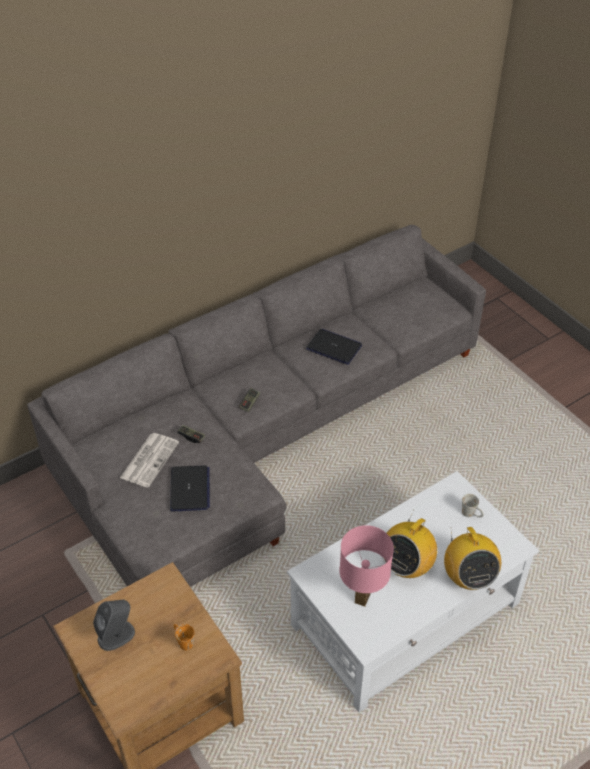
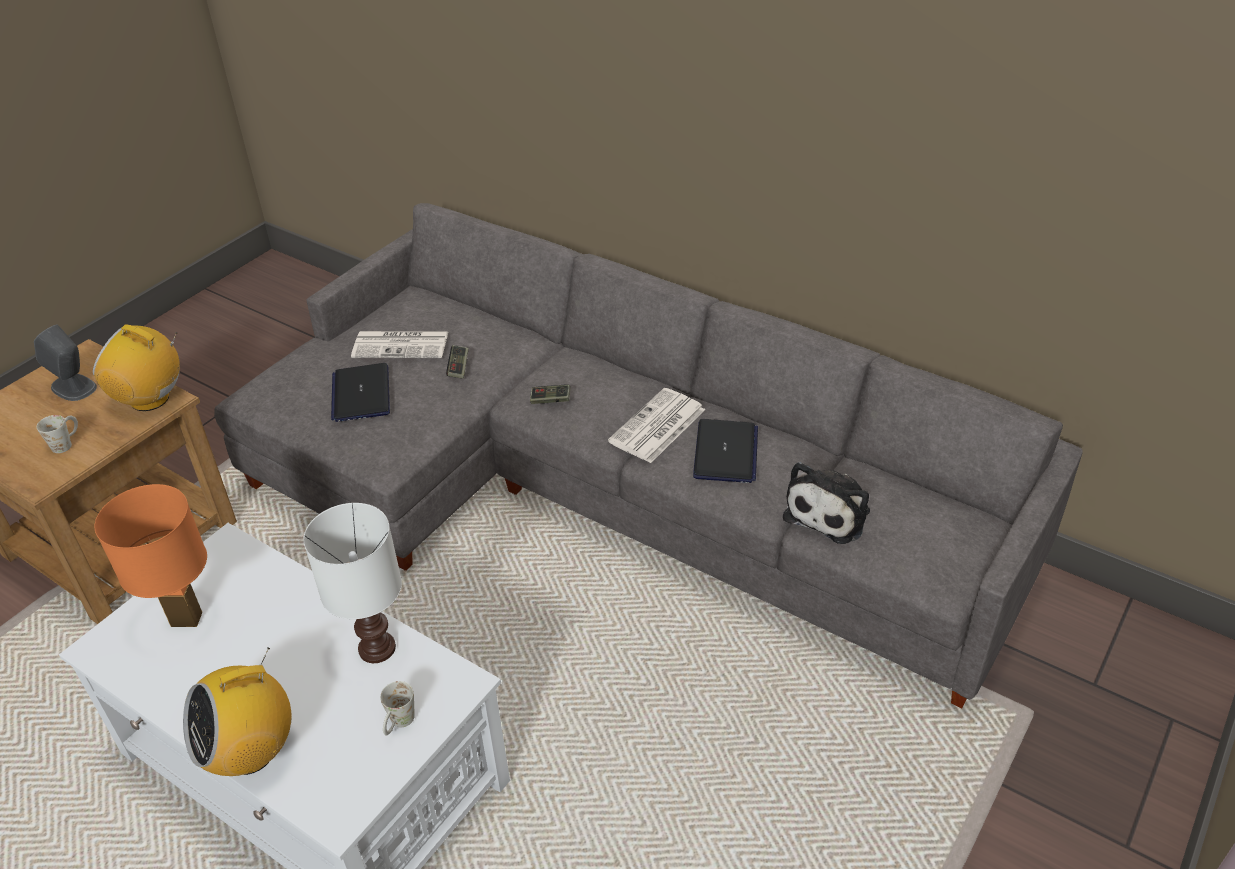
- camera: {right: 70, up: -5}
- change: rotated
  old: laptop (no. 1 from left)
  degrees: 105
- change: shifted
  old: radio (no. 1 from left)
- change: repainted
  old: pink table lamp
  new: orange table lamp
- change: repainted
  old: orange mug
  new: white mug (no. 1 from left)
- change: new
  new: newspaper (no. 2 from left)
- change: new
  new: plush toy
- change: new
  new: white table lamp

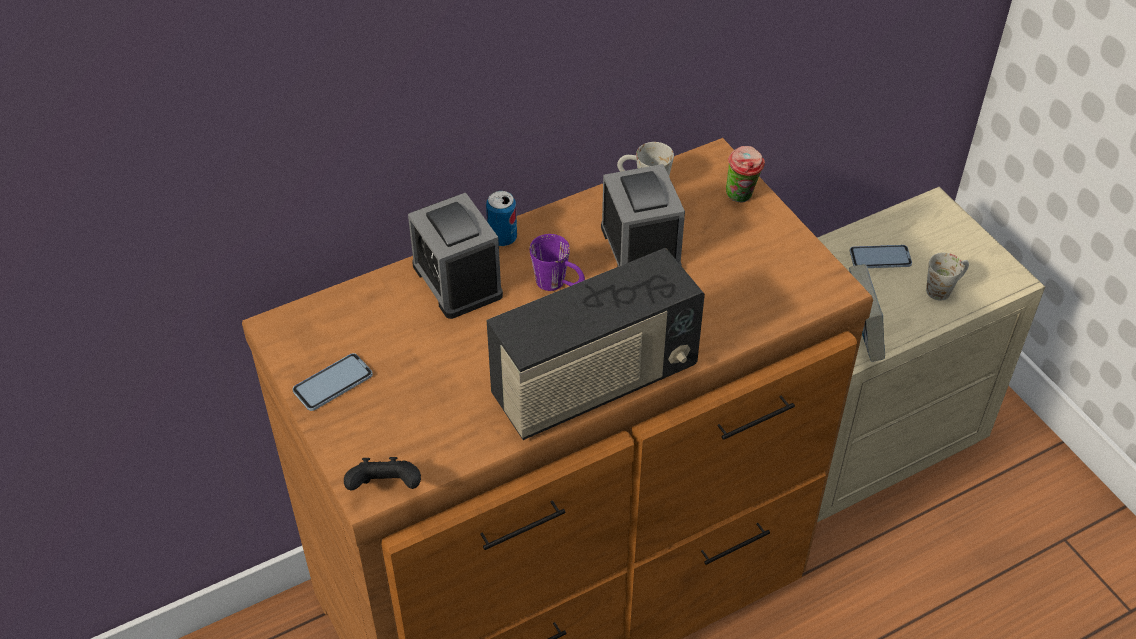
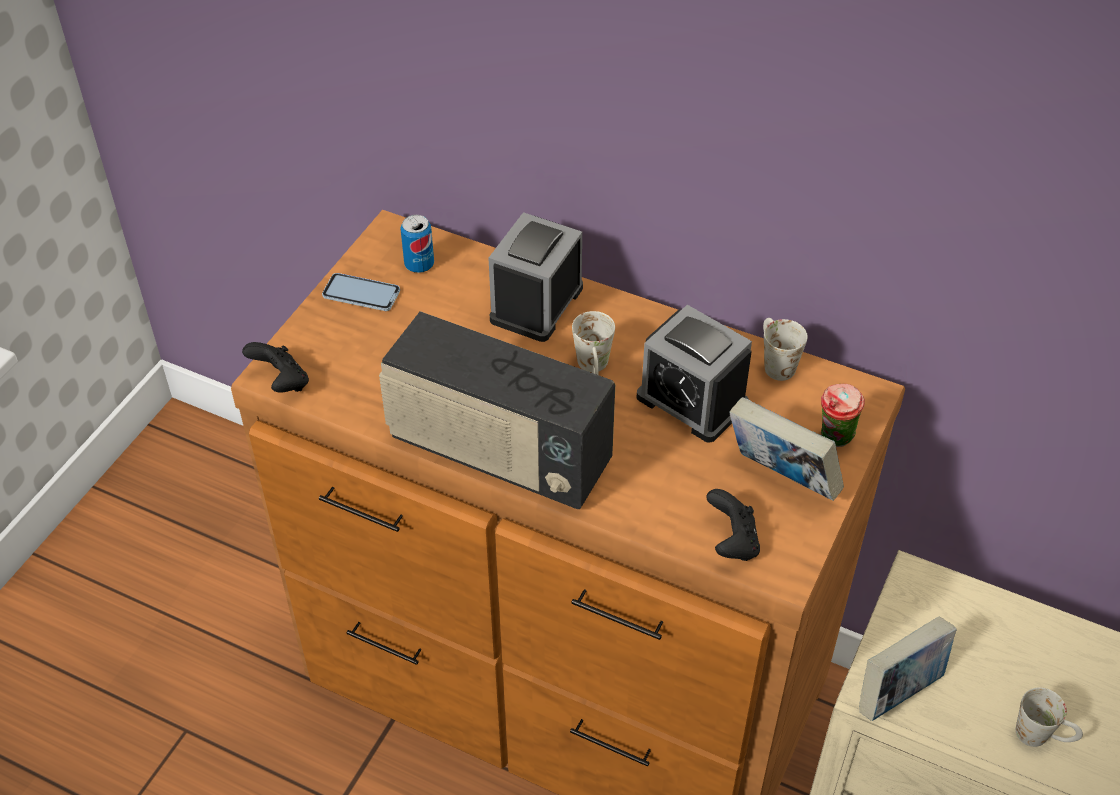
- camera: {right: 55, up: 0}
- change: rotated
  old: alarm clock (no. 2 from left)
  degrees: 90
- change: shifted
  old: can
- change: repainted
  old: purple mug
  new: white mug (no. 1 from left)
- change: gone
  old: phone (no. 2 from left)
- change: new
  new: book (no. 1 from left)
- change: new
  new: black game controller (no. 2 from left)

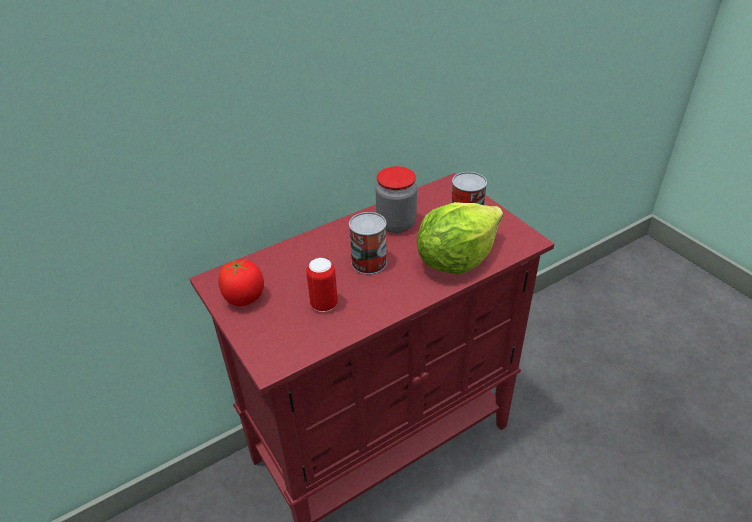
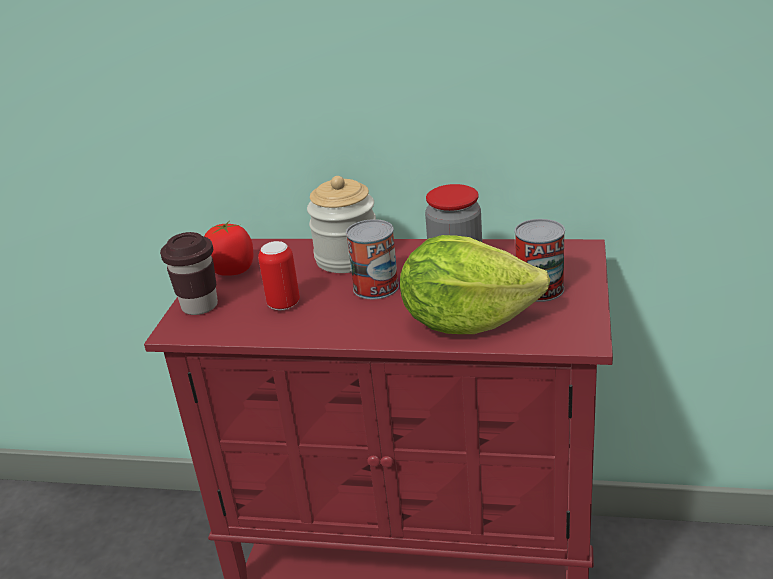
- camera: {right: 45, up: -10}
- change: new
  new: jar (no. 1 from left)
- change: new
  new: brown cup

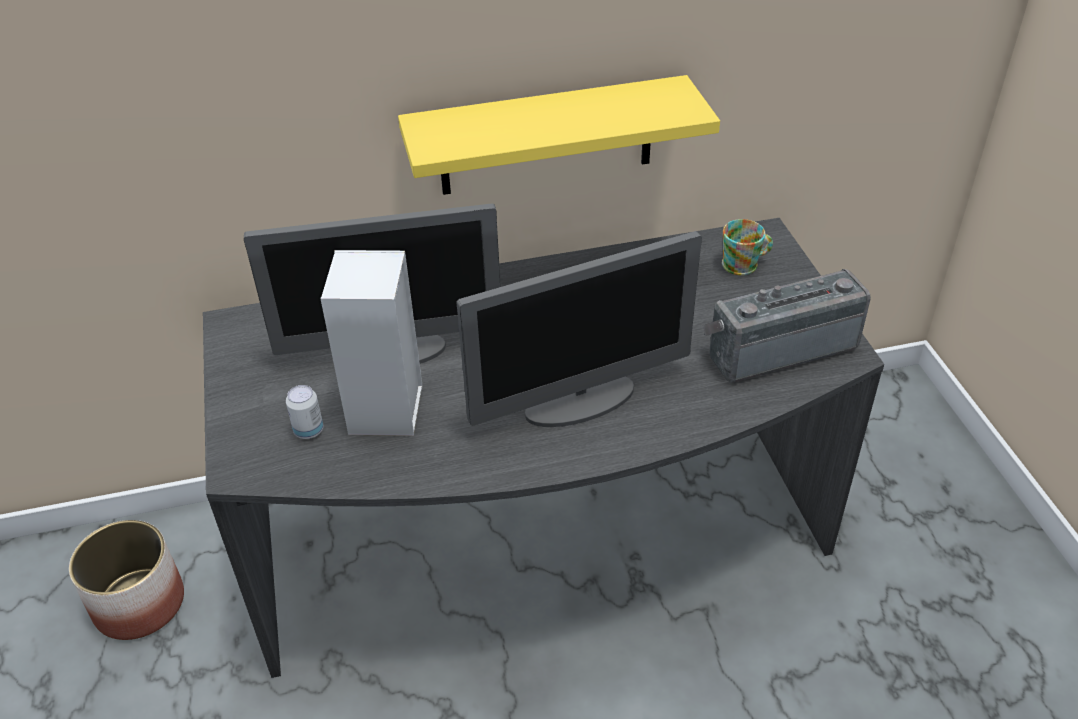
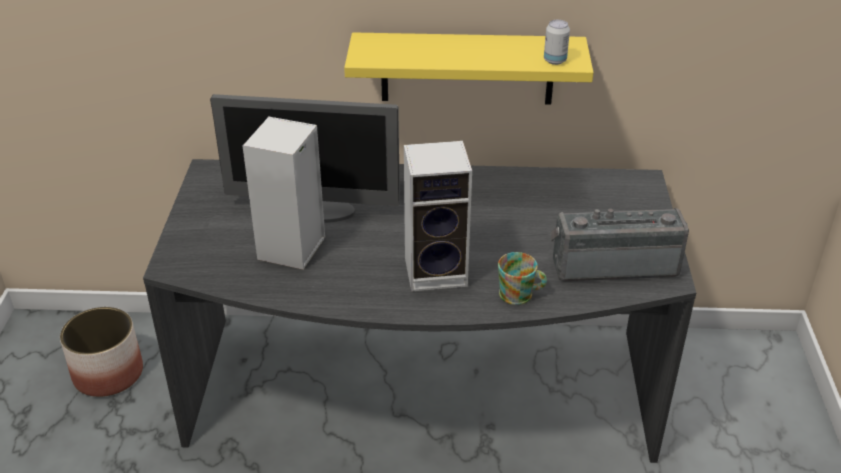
- camera: {right: 15, up: -5}
- change: shifted
  old: mug
- change: swapped
  old: monitor (no. 2 from left)
  new: speaker (no. 2 from left)
- change: shifted
  old: can

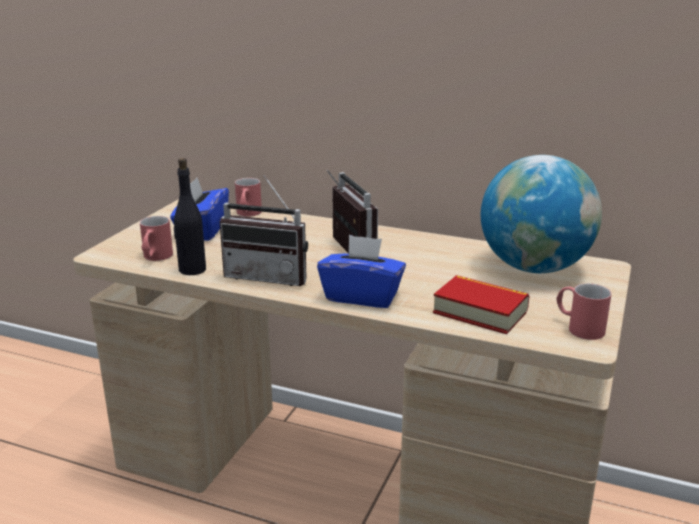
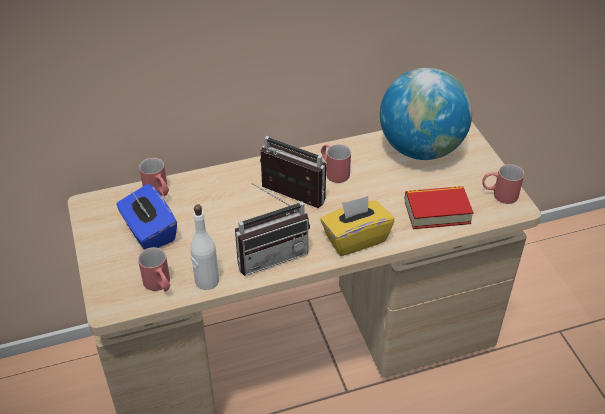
- camera: {right: -40, up: 20}
- change: repainted
  old: black bottle
  new: white bottle
- change: repainted
  old: blue tissue box (no. 2 from left)
  new: yellow tissue box
- change: new
  new: red mug (no. 3 from left)

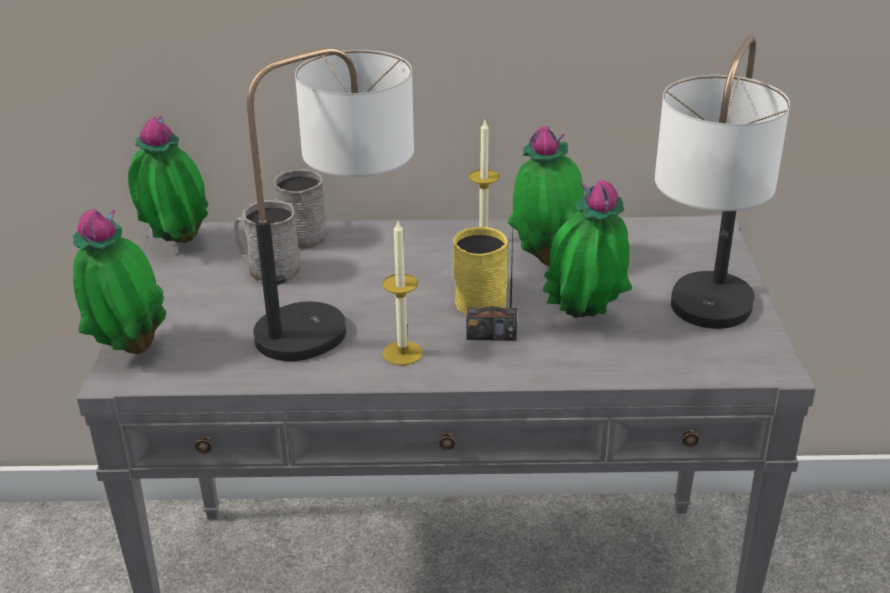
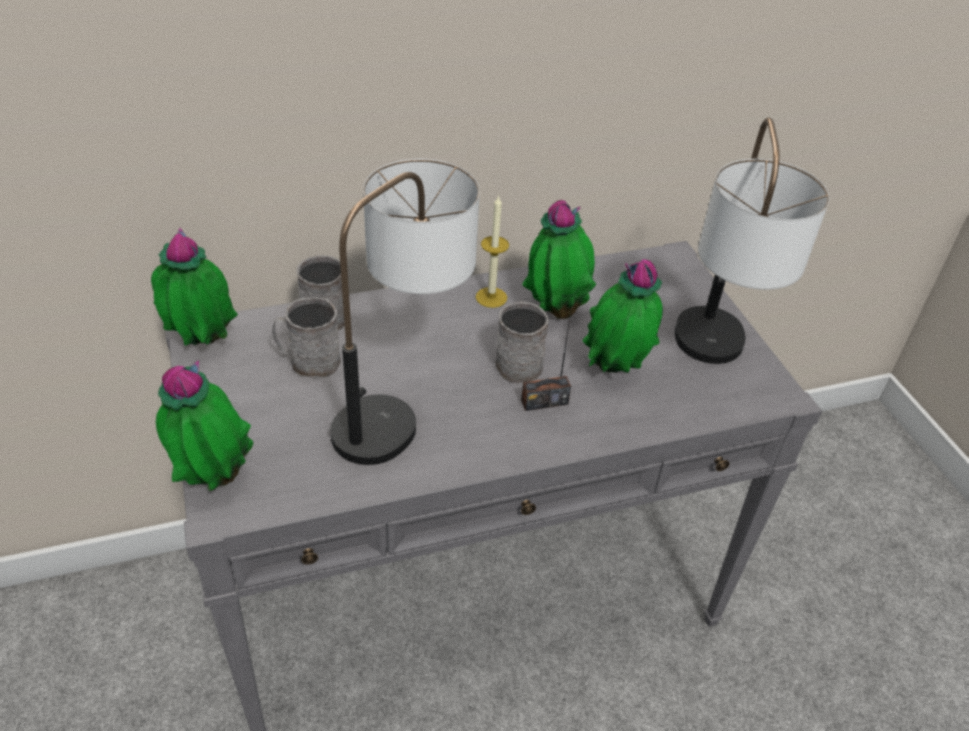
- camera: {right: -20, up: 10}
- change: gone
  old: candle (no. 1 from left)
- change: repainted
  old: yellow mug
  new: grey mug (no. 3 from left)

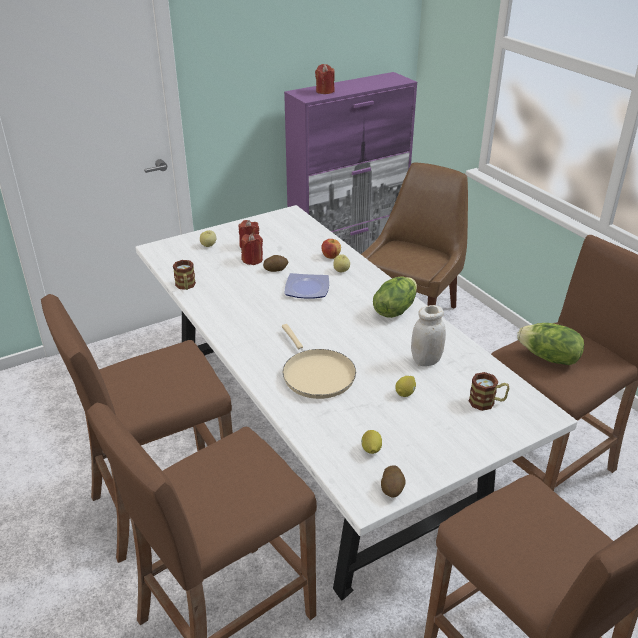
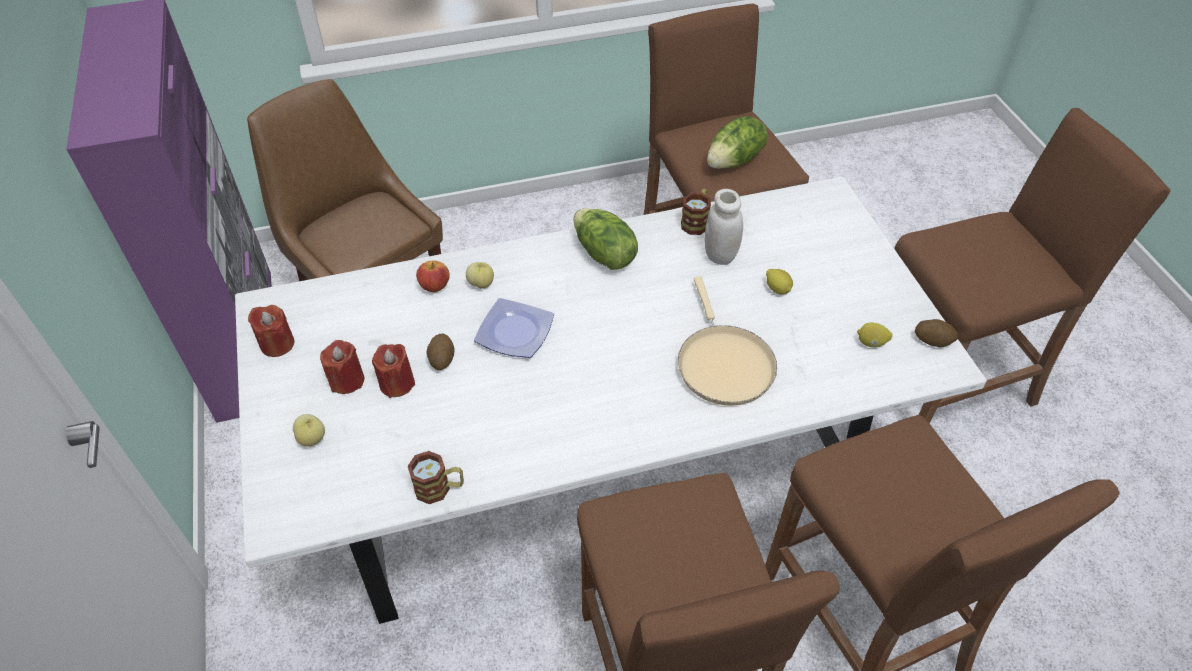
- camera: {right: -75, up: 15}
- change: shifted
  old: red candle (no. 3 from left in the first image)
  new: red candle (no. 1 from left)
- change: rotated
  old: beige frying pan
  degrees: 90
- change: shifted
  old: mug (no. 2 from left)

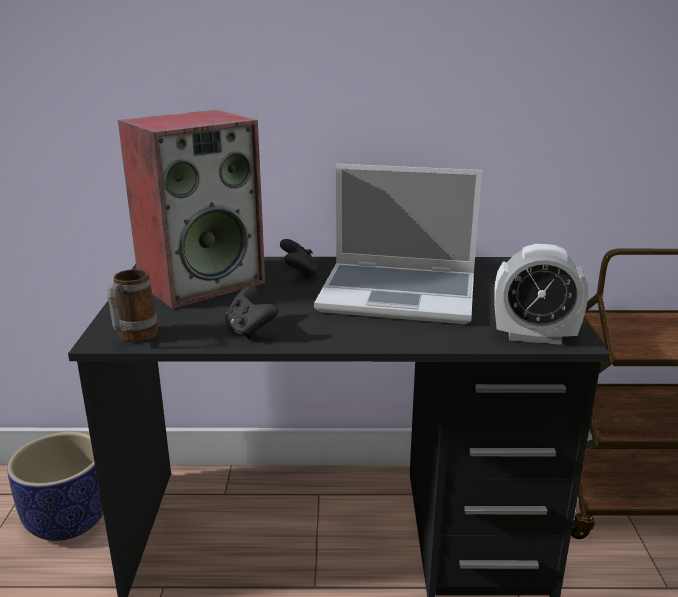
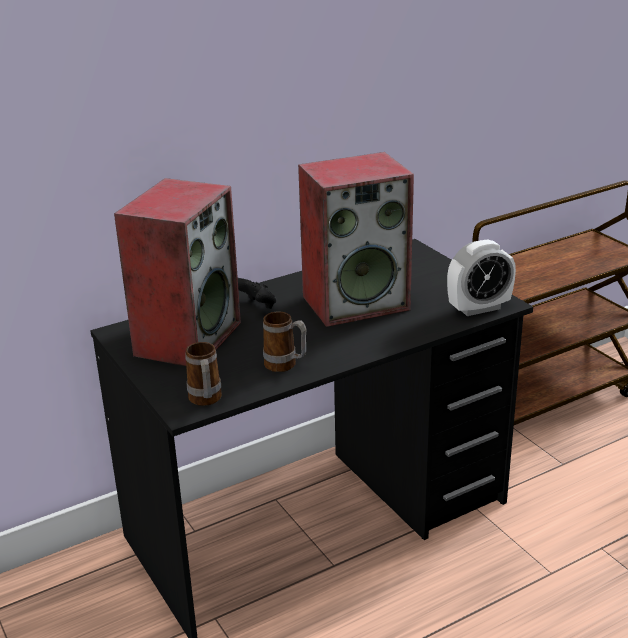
- camera: {right: -30, up: 5}
- change: swapped
  old: laptop
  new: speaker (no. 2 from left)
- change: swapped
  old: black game controller (no. 1 from left)
  new: mug (no. 2 from left)
- change: gone
  old: planter

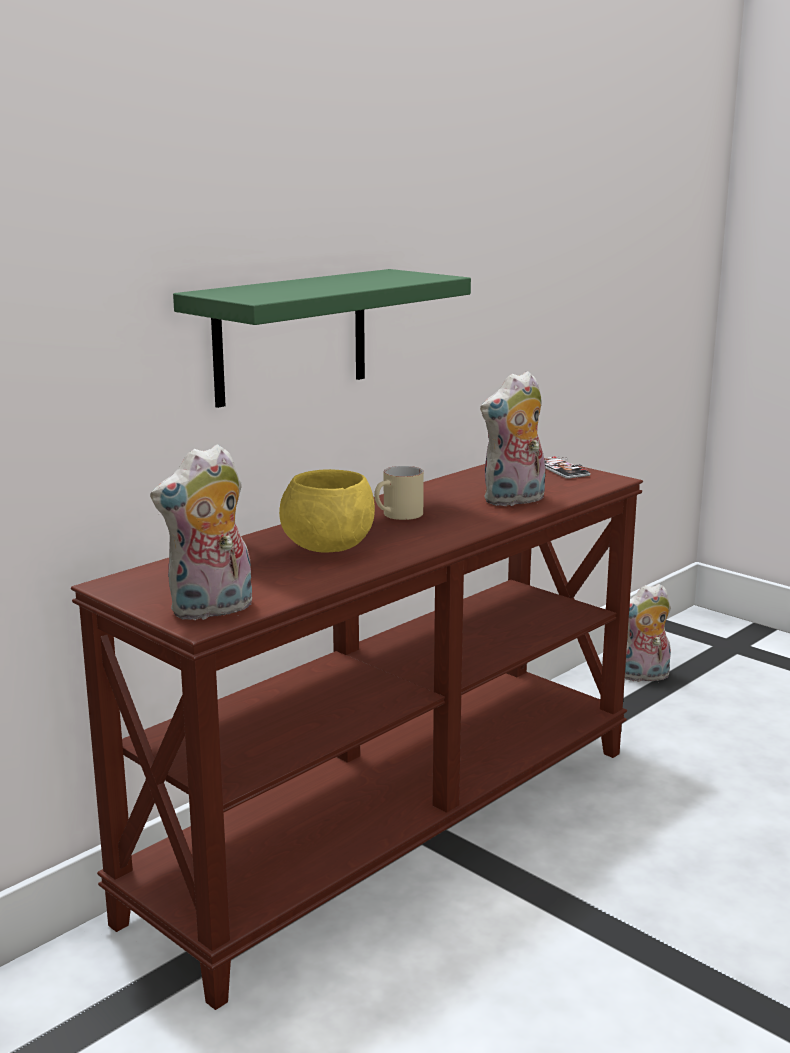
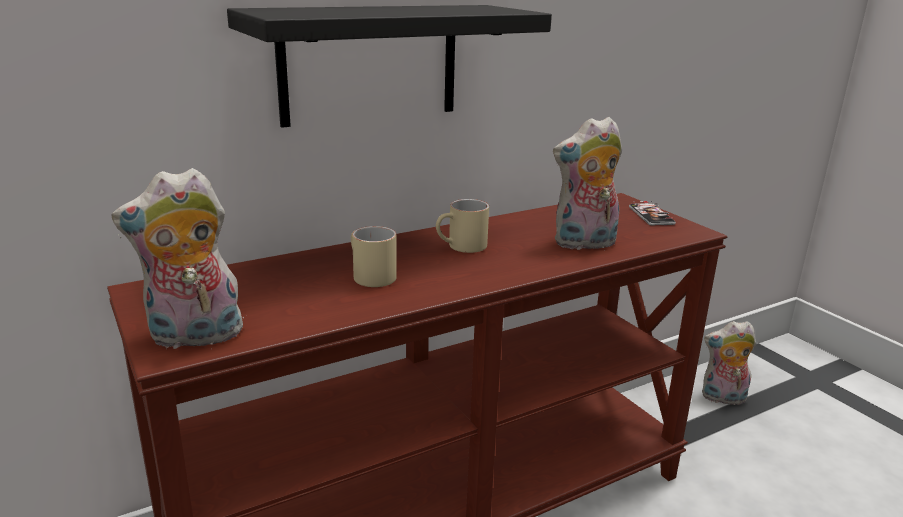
- camera: {right: 15, up: 5}
- change: repainted
  old: green shelf
  new: black shelf
- change: swapped
  old: yellow bowl
  new: beige mug (no. 1 from left)

